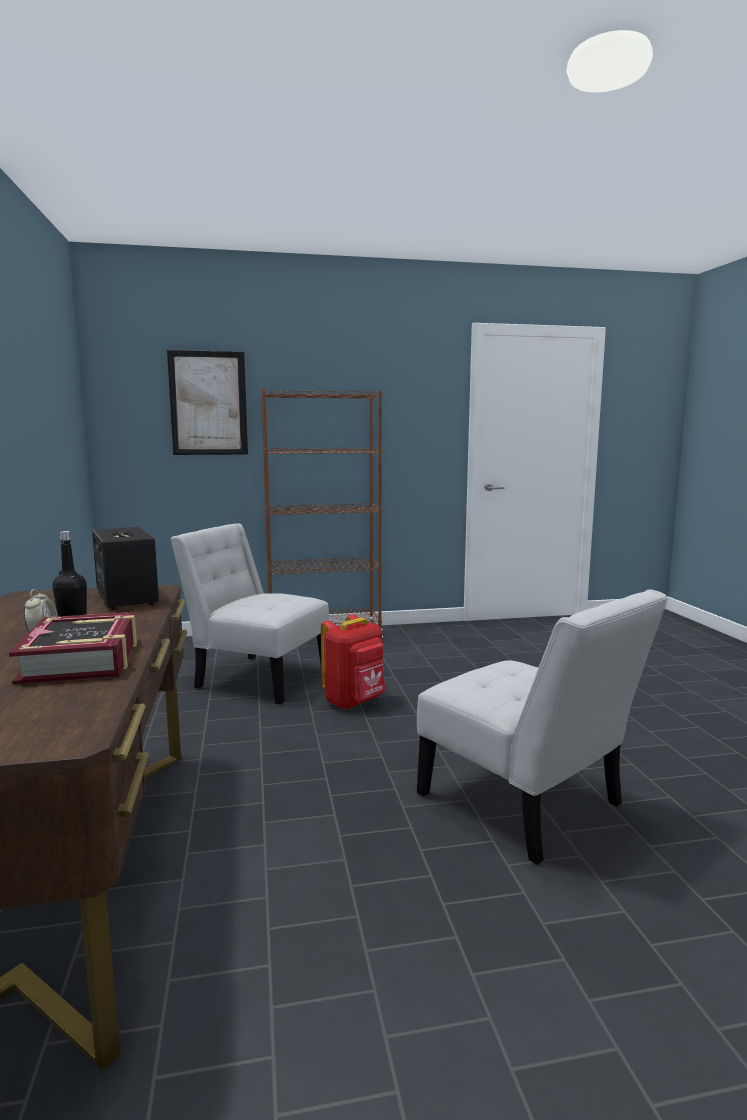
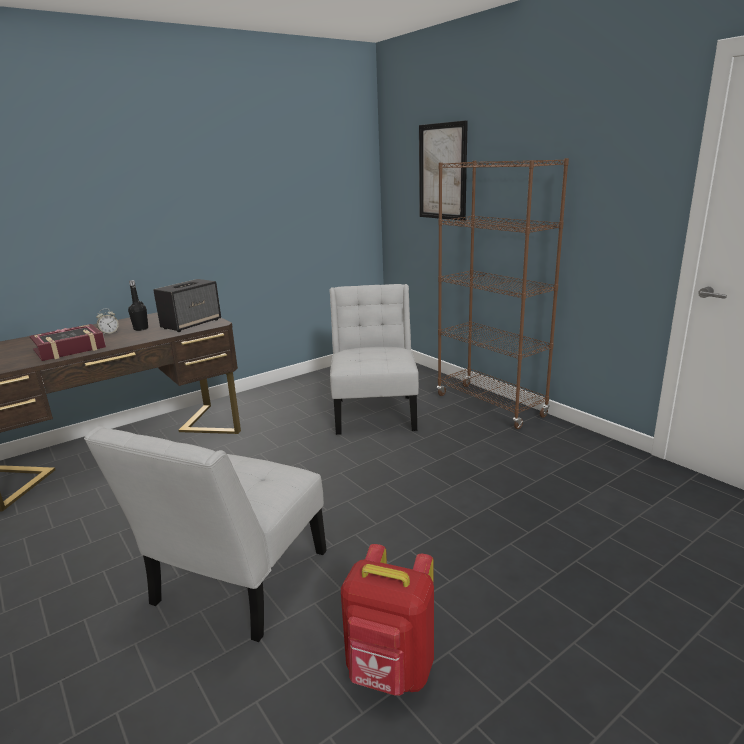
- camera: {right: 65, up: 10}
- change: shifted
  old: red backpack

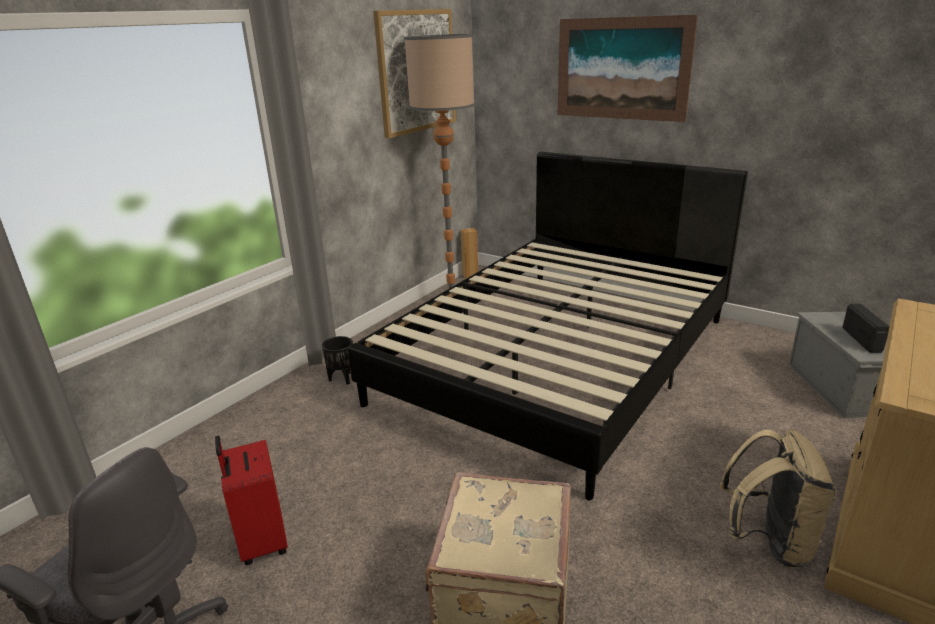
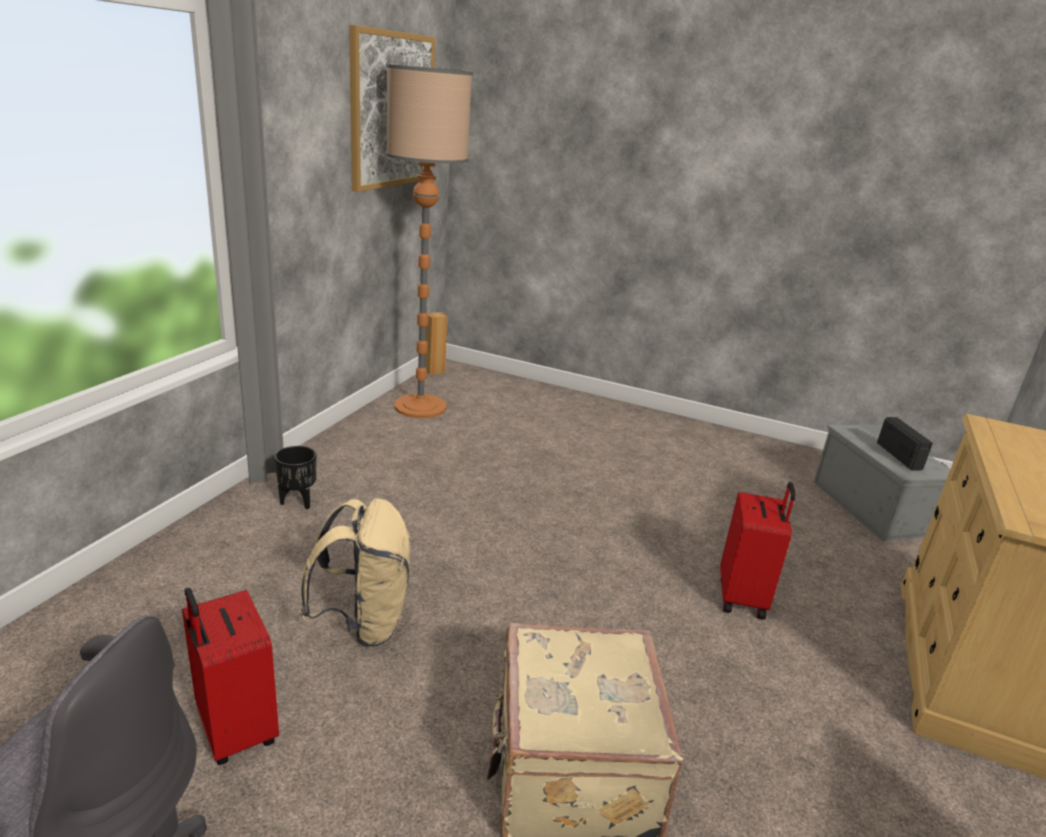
- camera: {right: -15, up: 0}
- change: gone
  old: picture (no. 2 from left)
- change: gone
  old: black bed
- change: shifted
  old: beige backpack
- change: new
  new: red suitcase (no. 2 from left)

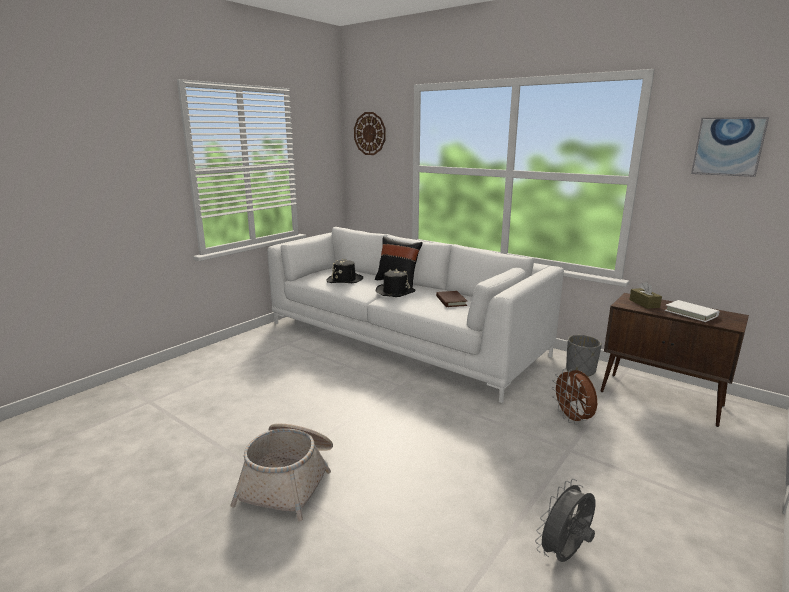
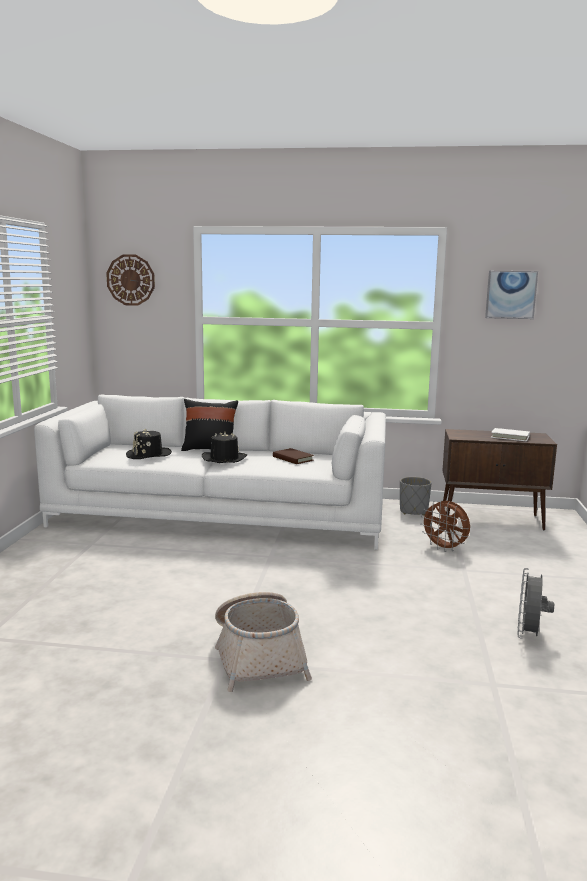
- camera: {right: -30, up: -5}
- change: gone
  old: brown tissue box

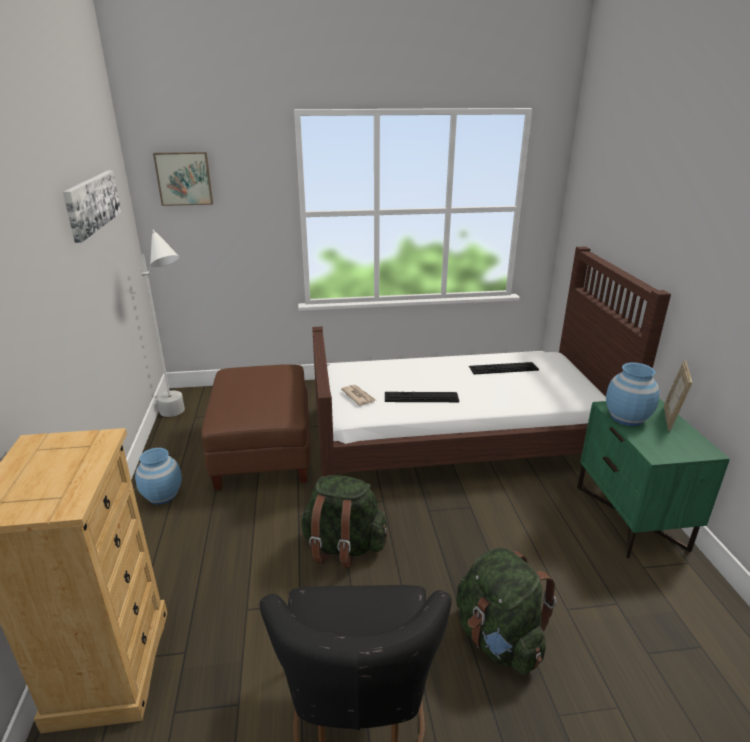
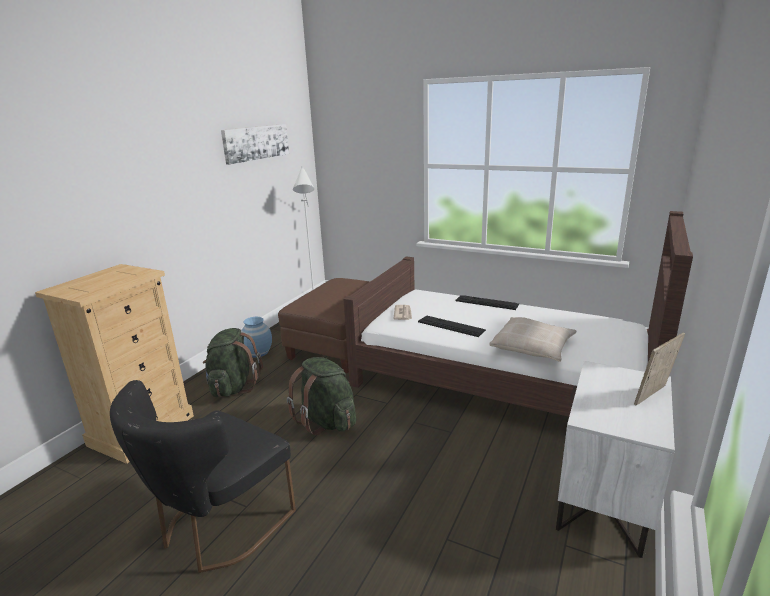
- camera: {right: 35, up: -5}
- change: gone
  old: picture (no. 2 from left)
- change: shifted
  old: keyboard (no. 2 from left)
- change: gone
  old: blue vase (no. 2 from left)
- change: repainted
  old: green nightstand
  new: white nightstand
- change: shifted
  old: green backpack (no. 2 from left in the first image)
  new: green backpack (no. 1 from left)
- change: new
  new: beige pillow

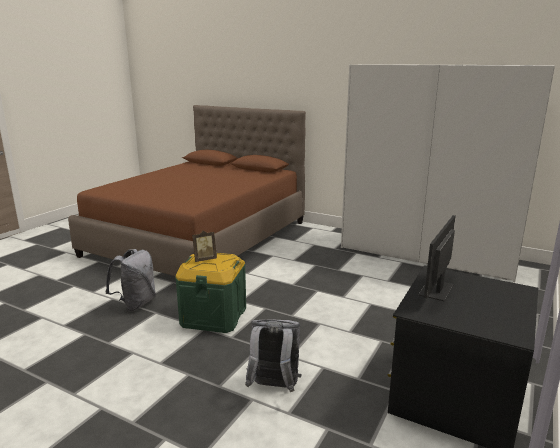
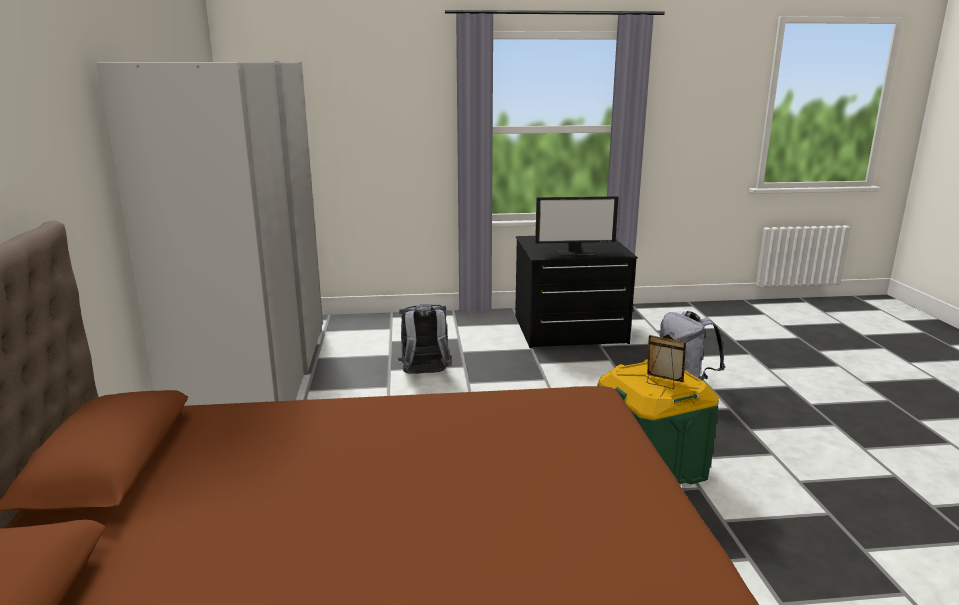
- camera: {right: -125, up: 0}
- change: shifted
  old: grey backpack (no. 1 from left)

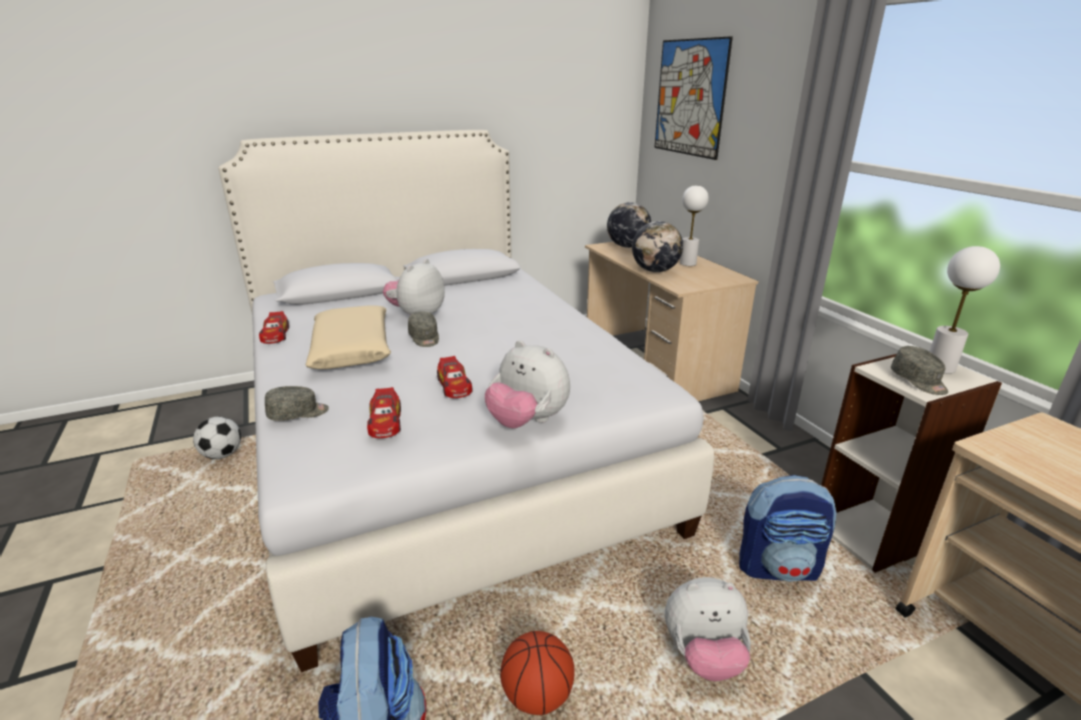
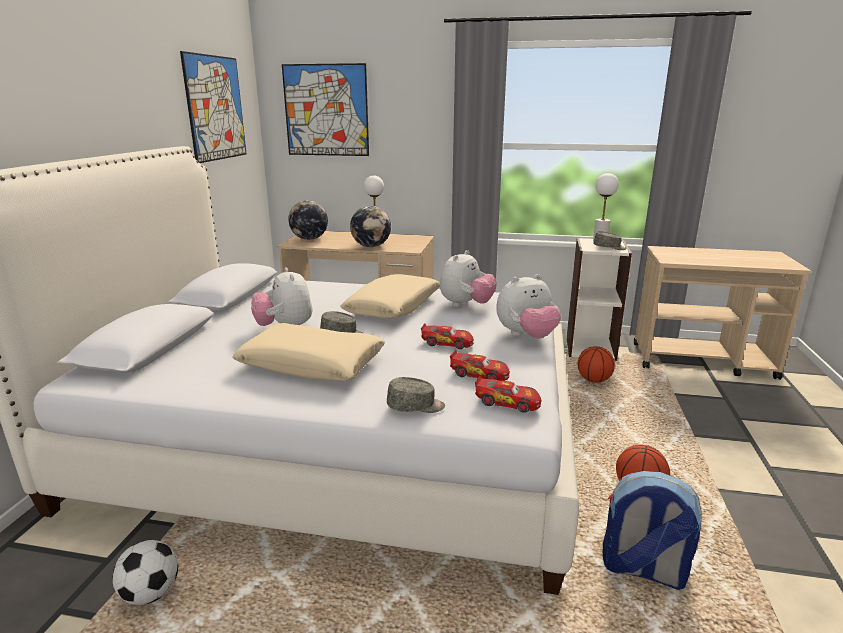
- camera: {right: -55, up: -5}
- change: shifted
  old: toy car (no. 1 from left in the first image)
  new: toy car (no. 3 from left)
- change: rotated
  old: grey cap (no. 1 from left in the first image)
  degrees: 75
- change: swapped
  old: backpack (no. 2 from left)
  new: basketball (no. 1 from left)
- change: shifted
  old: plush toy (no. 3 from left in the first image)
  new: plush toy (no. 2 from left)
- change: new
  new: picture (no. 1 from left)
- change: new
  new: beige pillow (no. 2 from left)

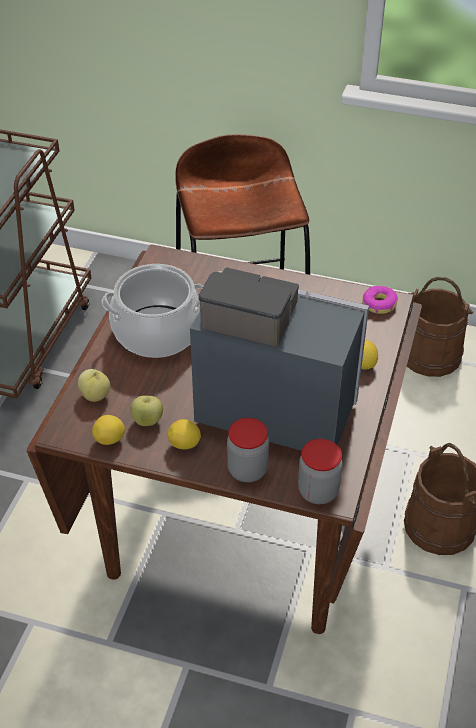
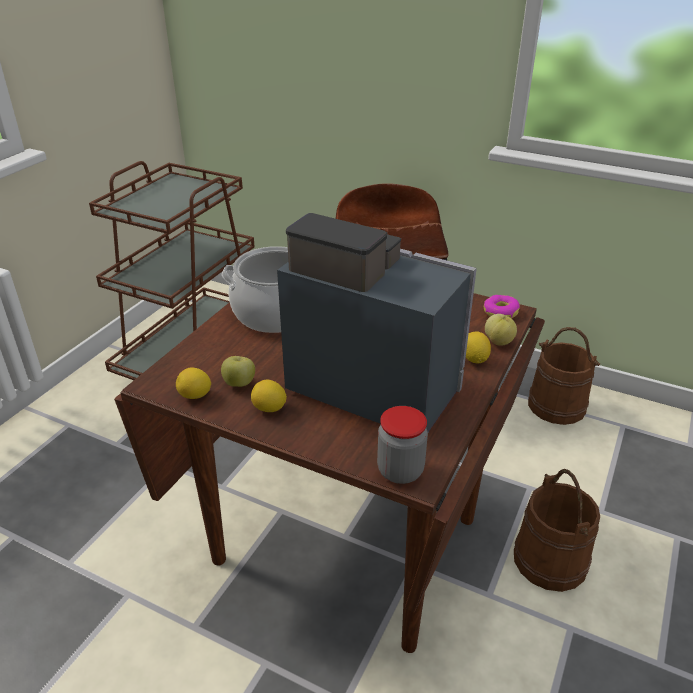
- camera: {right: 10, up: -10}
- change: shifted
  old: apple (no. 1 from left in the first image)
  new: apple (no. 2 from left)
- change: gone
  old: jar (no. 1 from left)

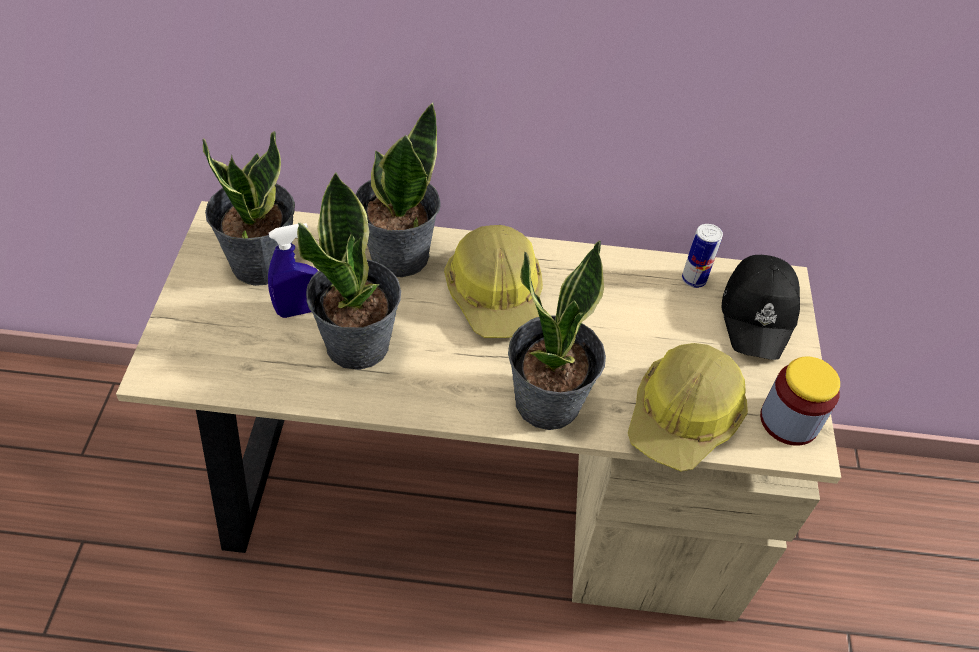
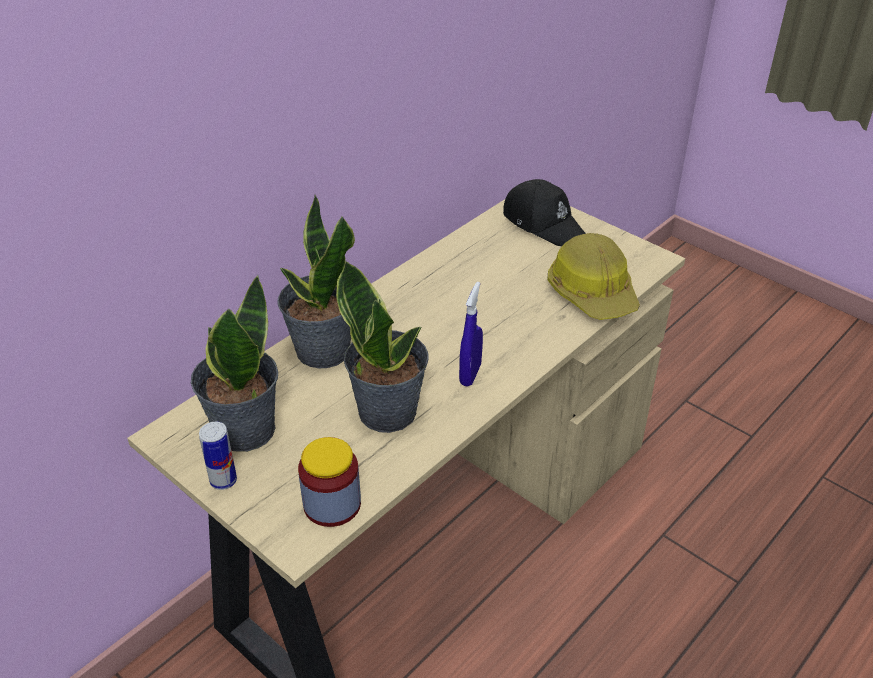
- camera: {right: -50, up: -10}
- change: shifted
  old: blue spray bottle
- change: shifted
  old: can
- change: gone
  old: hard hat (no. 1 from left)
- change: gone
  old: potted plant (no. 4 from left)
- change: shifted
  old: jar

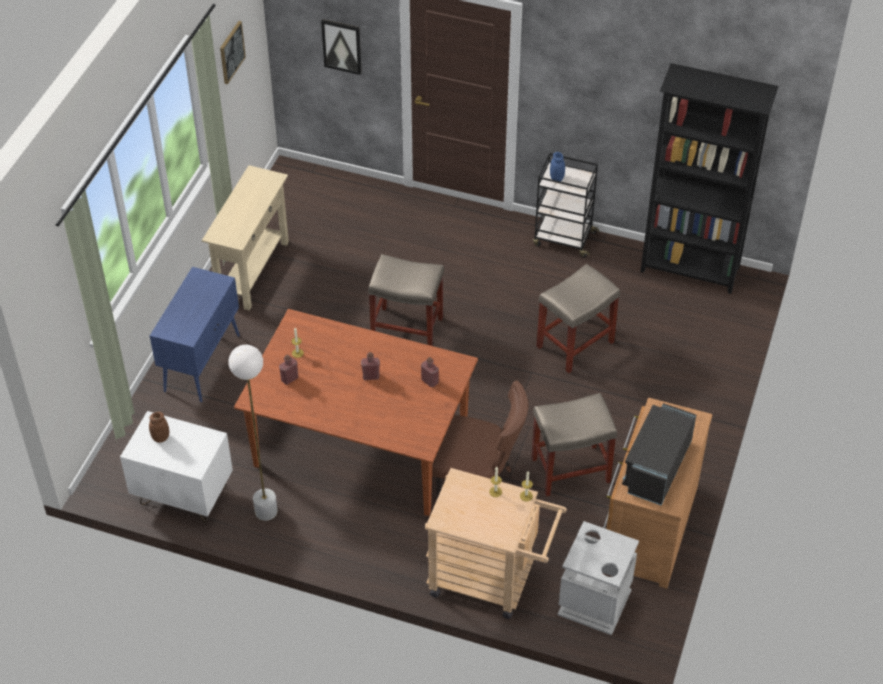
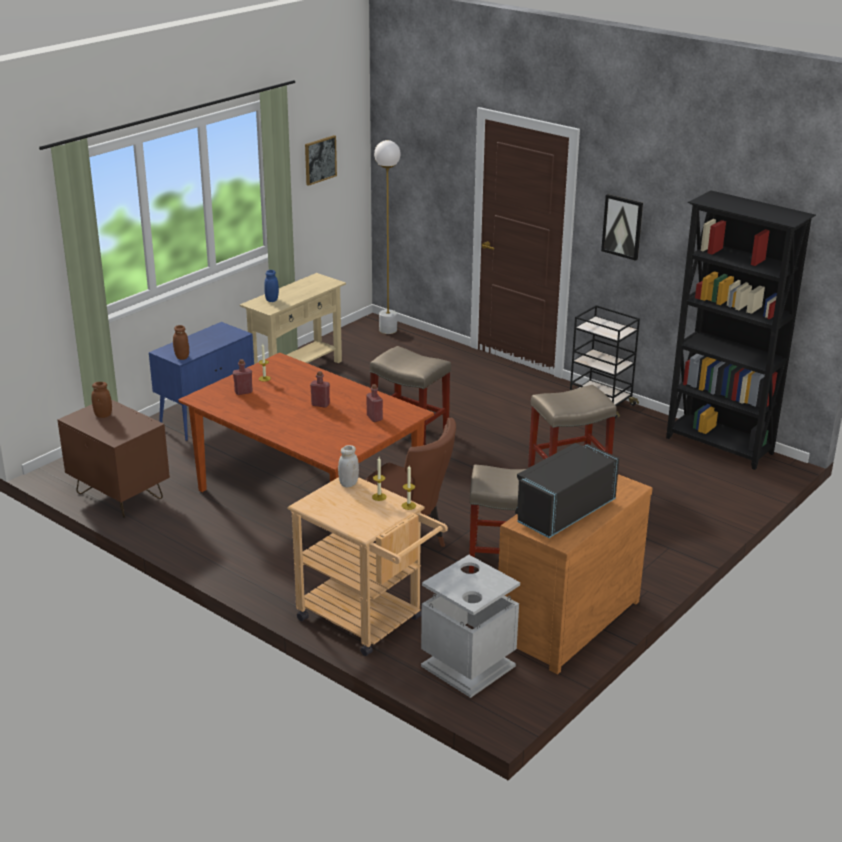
- camera: {right: 20, up: -20}
- change: shifted
  old: picture (no. 2 from left)
- change: shifted
  old: blue jar
- change: shifted
  old: white floor lamp
- change: repainted
  old: white nightstand
  new: brown nightstand
- change: new
  new: brown jar (no. 2 from left)
- change: new
  new: white jar

